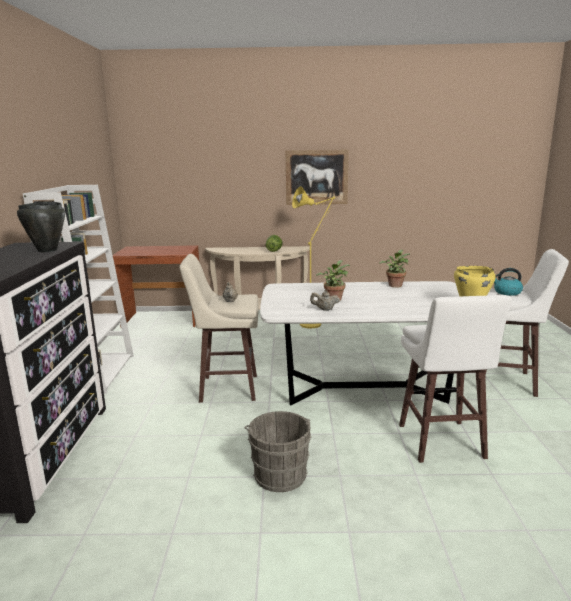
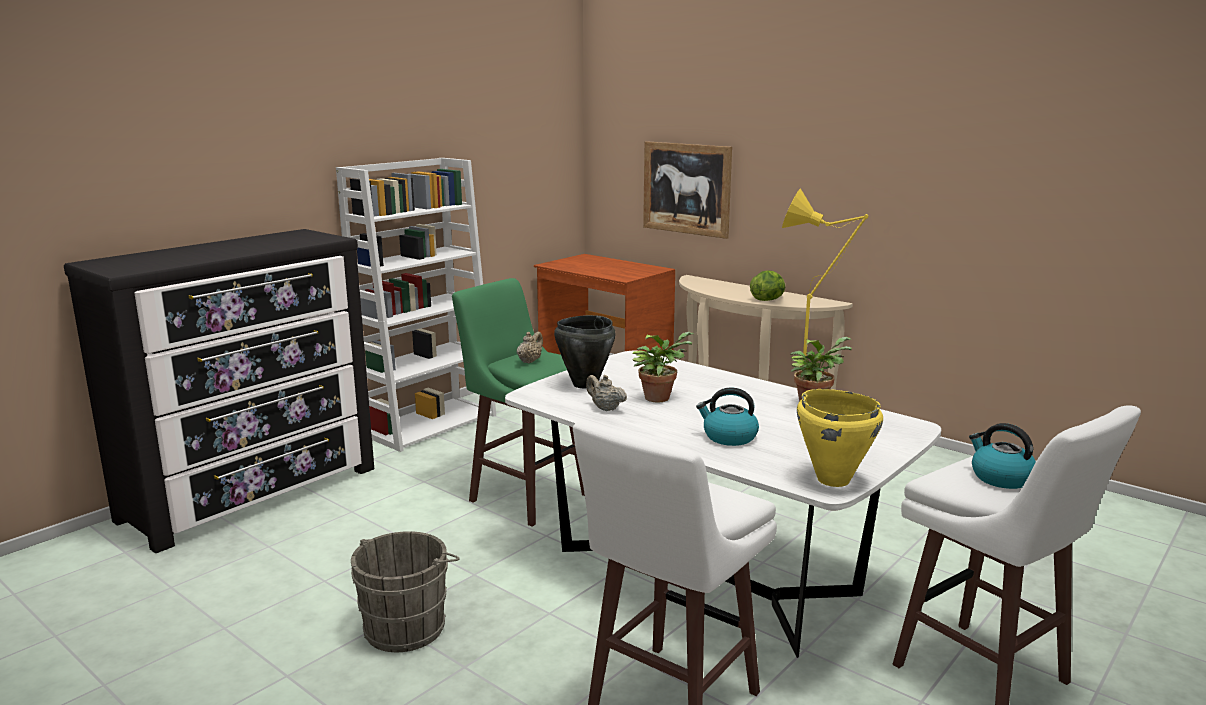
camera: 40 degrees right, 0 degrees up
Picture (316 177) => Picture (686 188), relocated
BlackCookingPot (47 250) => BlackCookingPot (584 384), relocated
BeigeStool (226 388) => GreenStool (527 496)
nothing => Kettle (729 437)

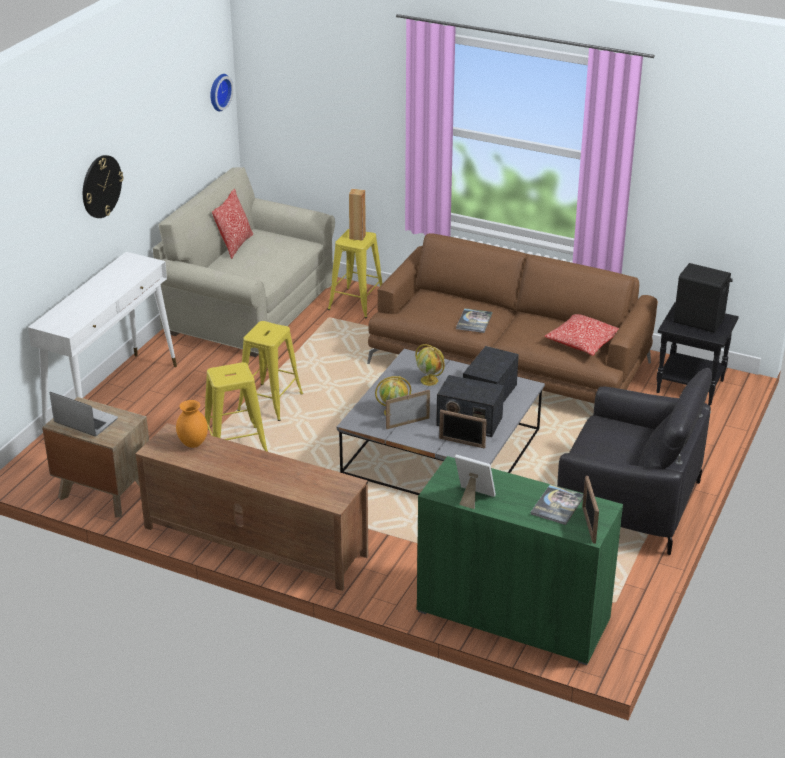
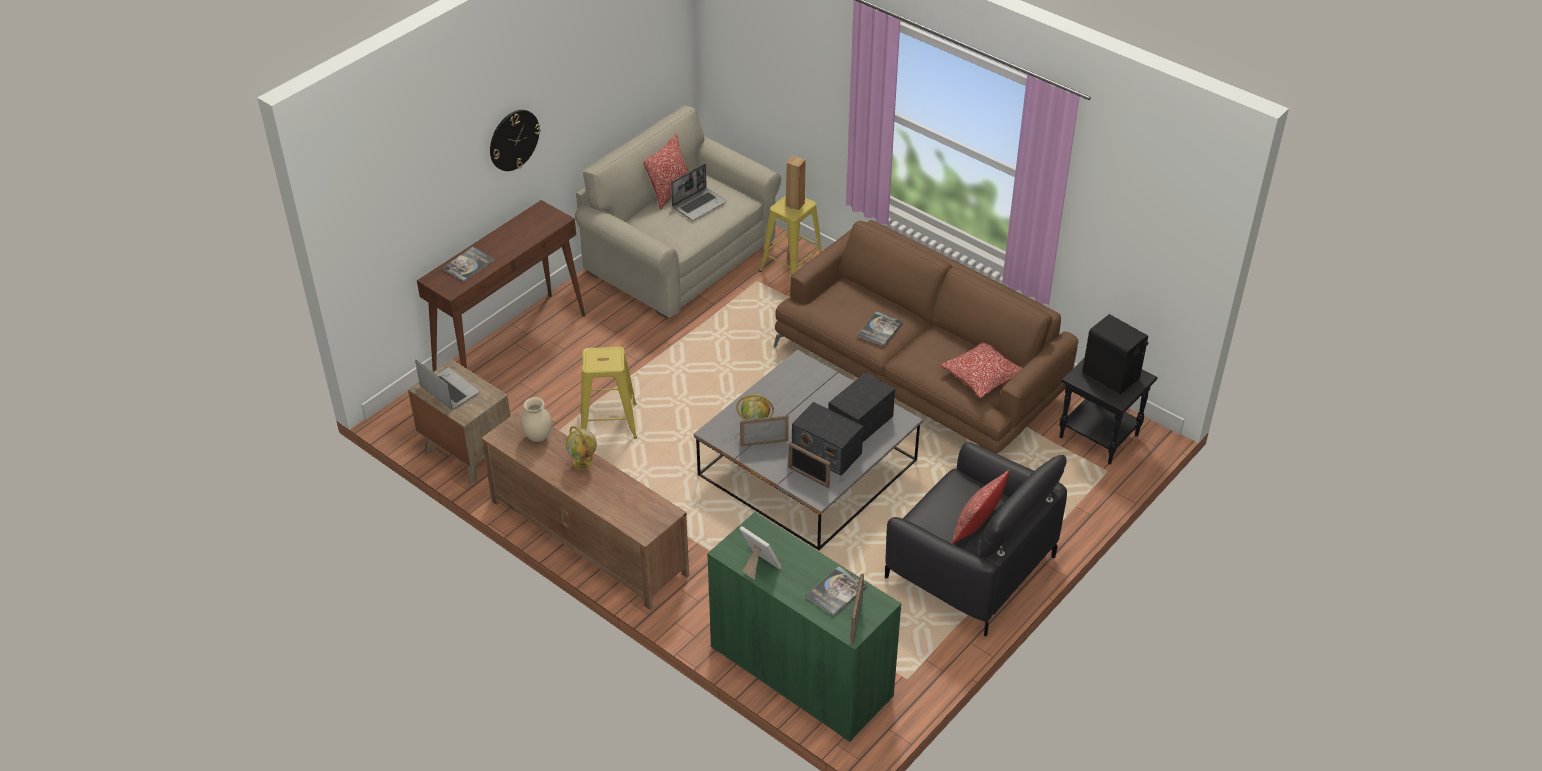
camera: 15 degrees right, 10 degrees up
WallClock (218 92) => nothing
WhiteConsoleTable (113 399) => BrownConsoleTable (511 344)
YellowStool (270 402) => nothing
Globe (430 381) => Globe (583 463), relocated
OrangeVase (193 444) => BeigeVase (538 437)
nothing => Laptop (699 204)
nothing => Book (468 265)
nothing => Pillow (976 528)

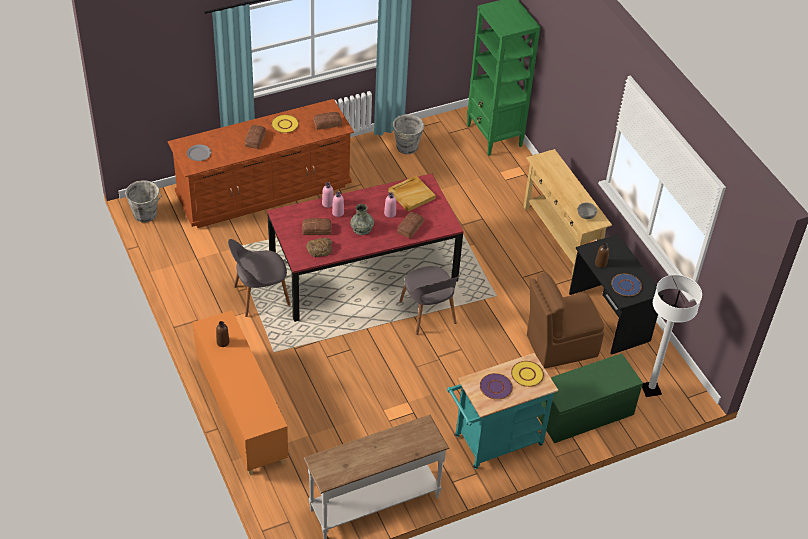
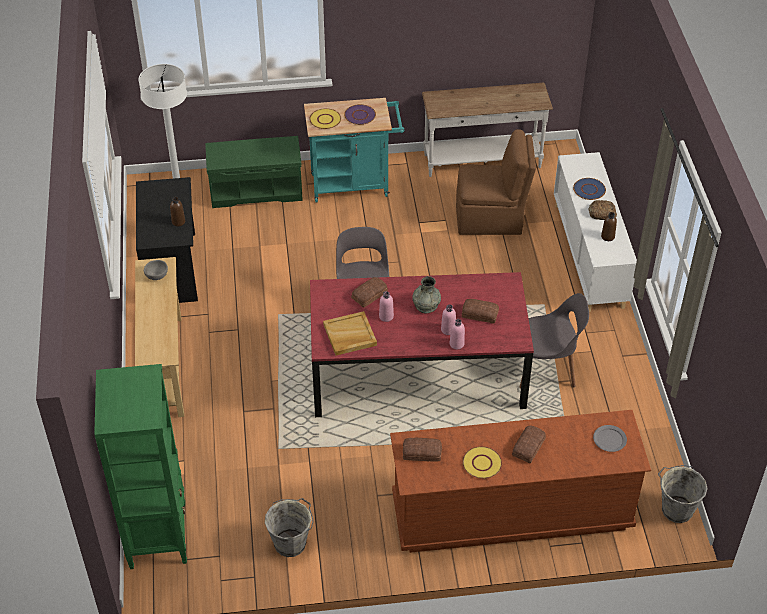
camera: 160 degrees left, 0 degrees up
Bread (319 249) => Bread (601 213), relocated
BrownChair (560 346) => BrownChair (491 218), relocated
BluePlate (626 285) => BluePlate (589 189), relocated
OrangeCabinet (241 412) => WhiteCabinet (589 255)

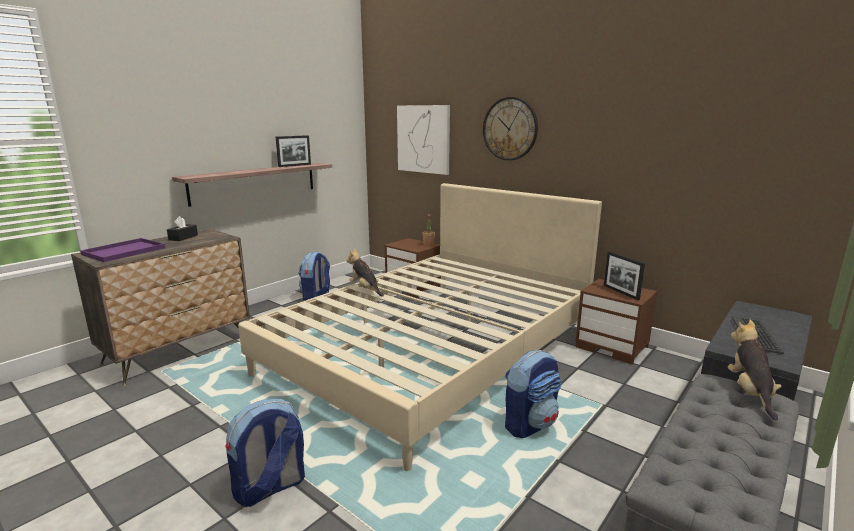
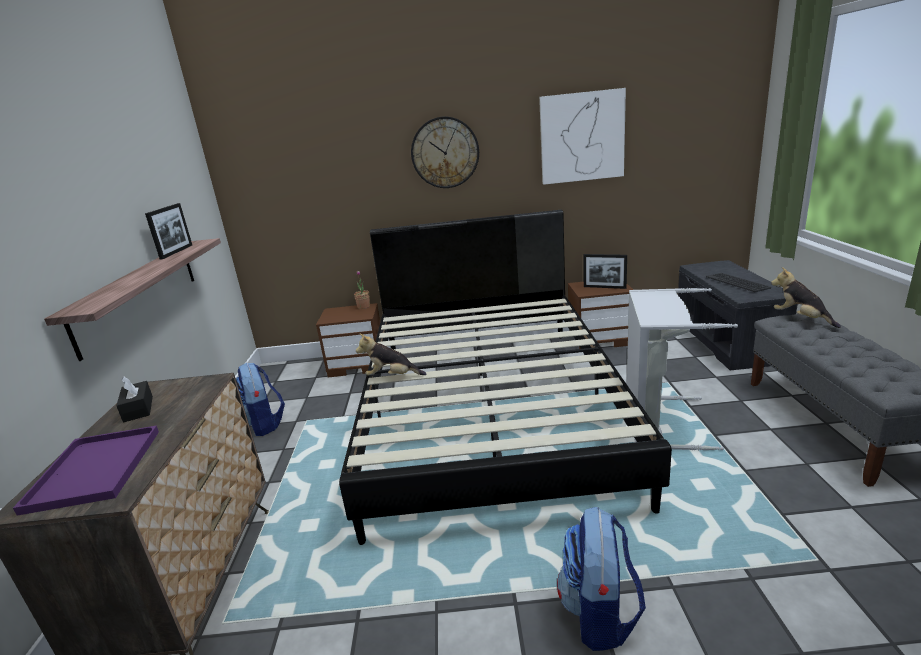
camera: 40 degrees left, 5 degrees up
Picture (423 139) => Picture (582 137), relocated
BeigeBed (433 351) => BlackBed (489 410)
Backpack (530 424) => GreyLaundryBasket (657 422)

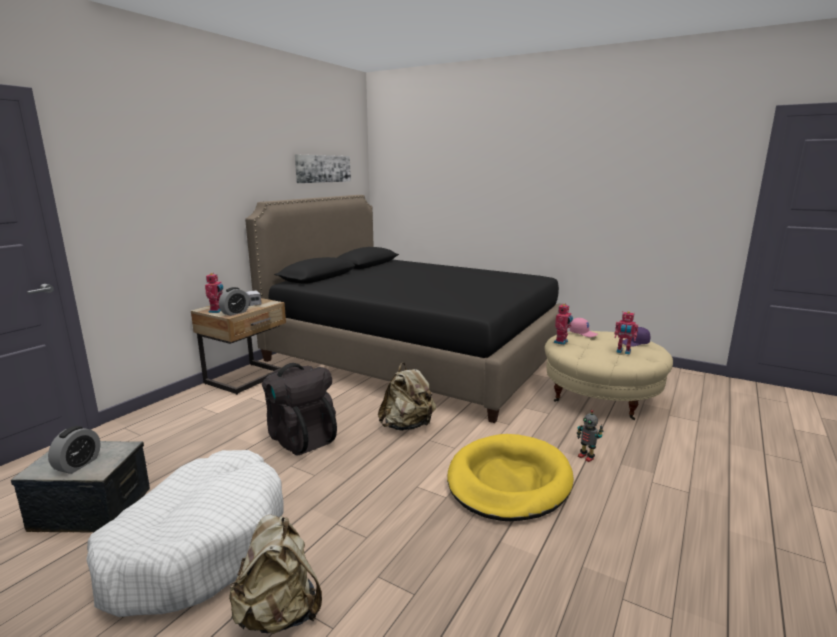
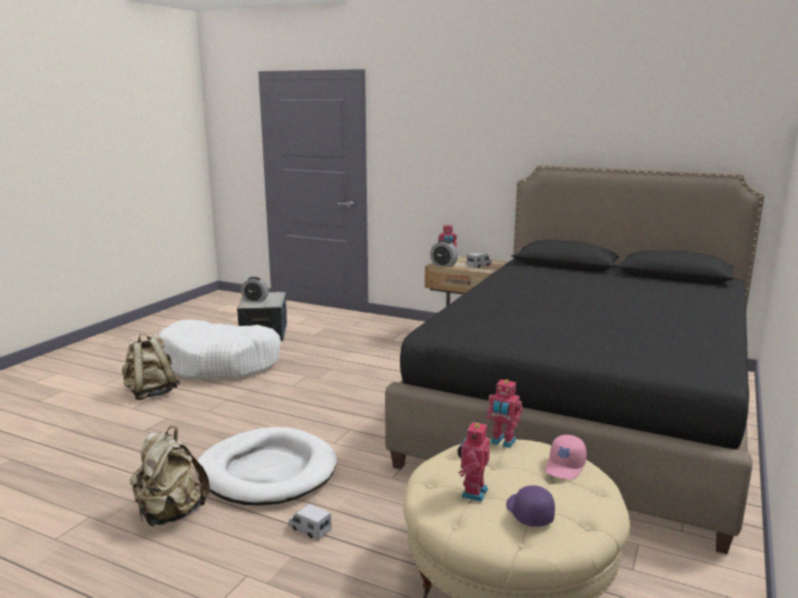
camera: 85 degrees right, 0 degrees up
Picture (323 168) => nothing
BeigeBackpack (407 426) => BeigeBackpack (170 514), relocated
BlackBackpack (301 438) => nothing
ToyRobot (586 457) => ToyTruck (309 529)
YellowDogBed (508 481) => WhiteDogBed (267 471)

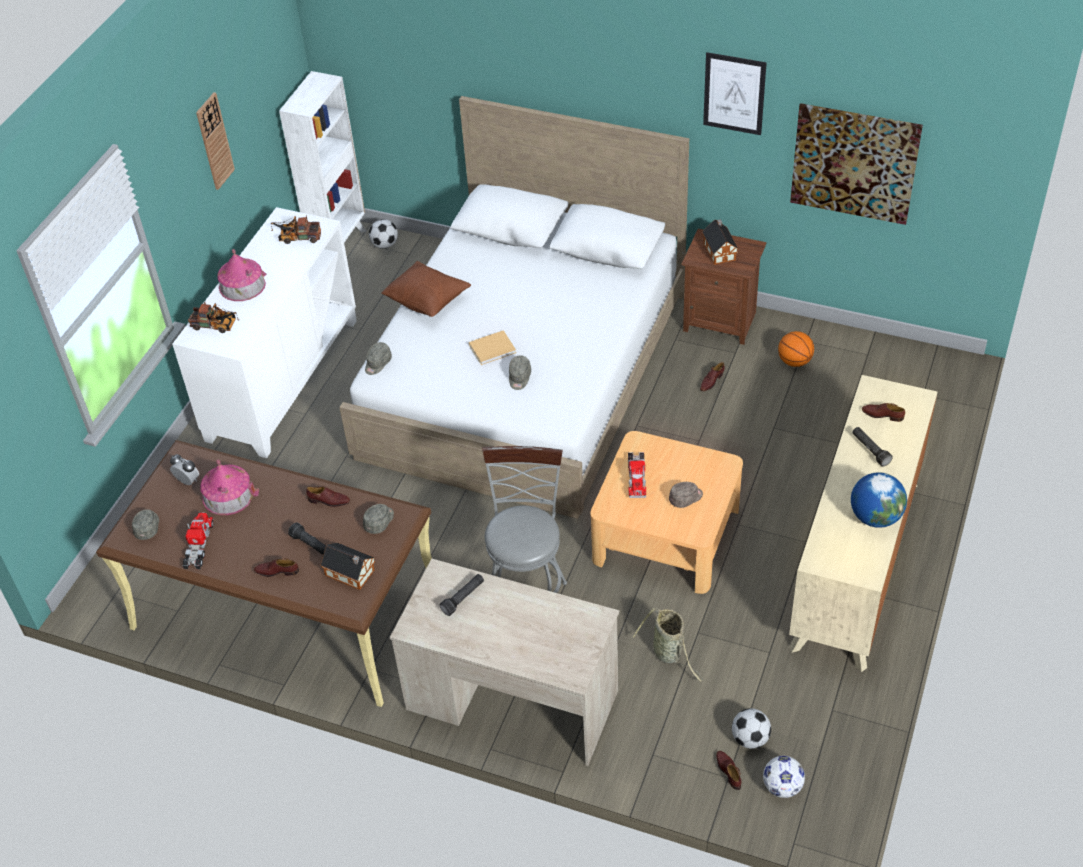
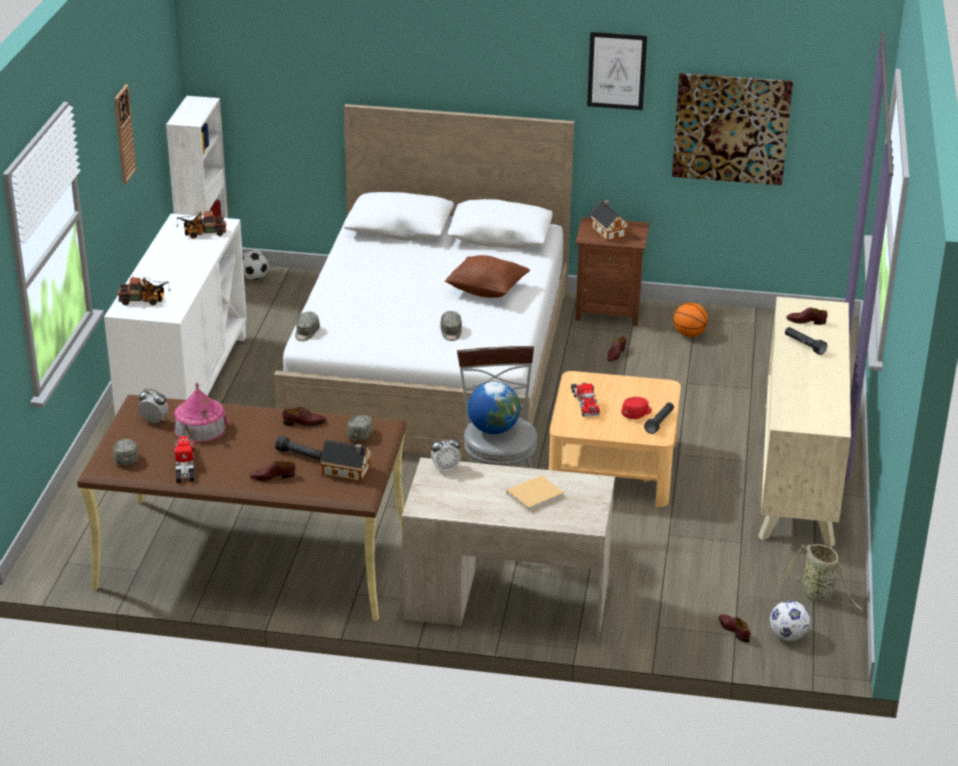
camera: 15 degrees left, 15 degrees down
ToyHouse (242 285) => nothing
BrownPillow (427 302) => BrownPillow (487 291), relocated
BeigeBook (493 348) => BeigeBook (536 495), relocated
Globe (875 517) => Globe (493 429), relocated
GreyCap (686 498) => RedCap (637 413)
BlackFlashlight (463 598) => BlackFlashlight (660 422), relocated
Basket (669 653) => Basket (819 595), relocated
Football (749 738) => nothing
nothing => AlarmClock (445 468)

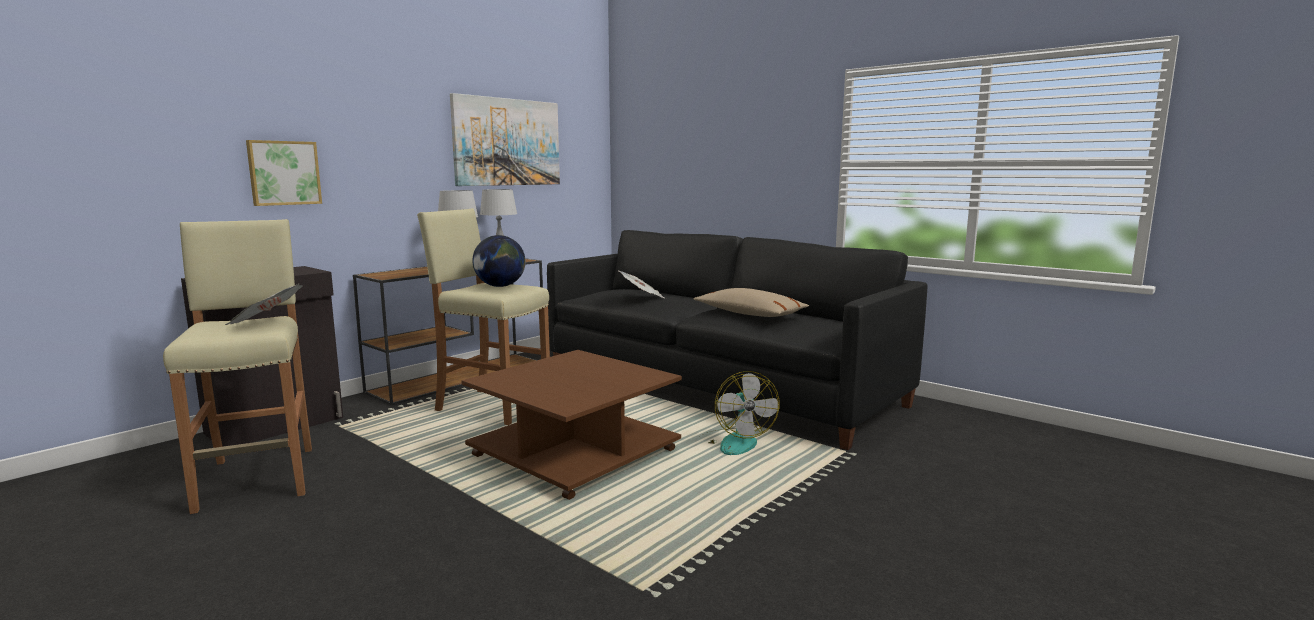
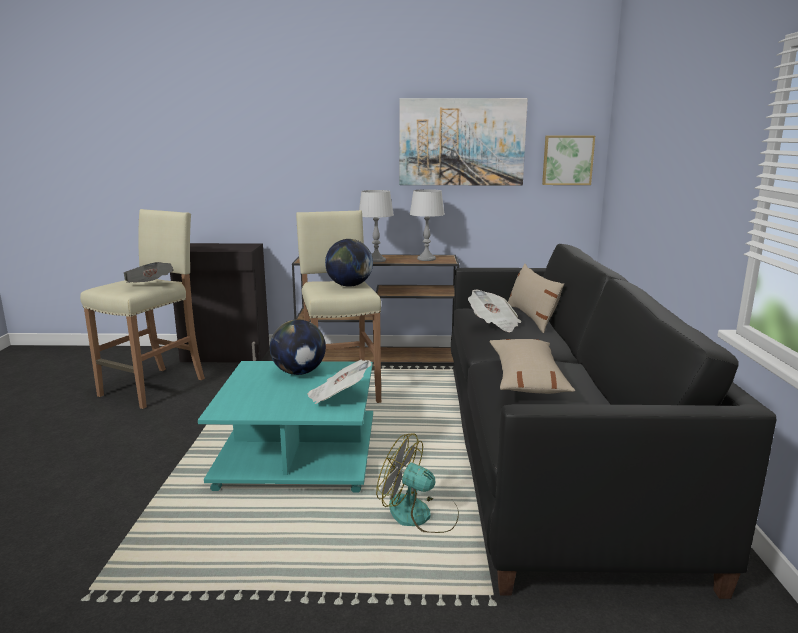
camera: 50 degrees right, 5 degrees up
Picture (284 173) => Picture (567 160), relocated
BrownCoffeeTable (577 453) => TurquoiseCoffeeTable (299 456)
Fan (734 442) => Fan (420 515), 75 degrees clockwise
nothing => BeigePillow (532 318)
nothing => Globe (299 372)
nothing => Newspaper (338 397)

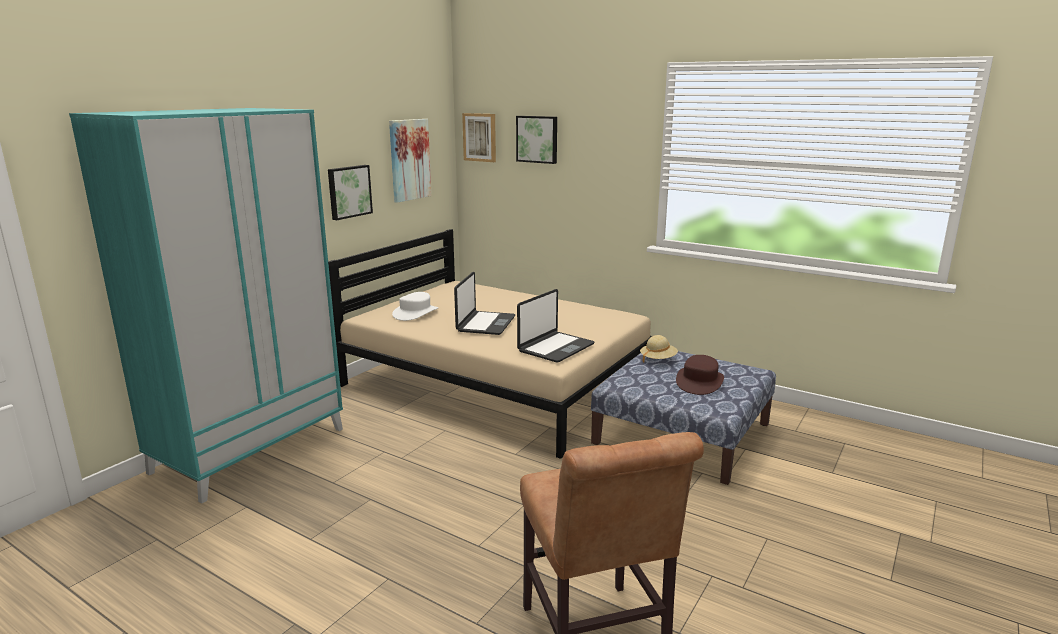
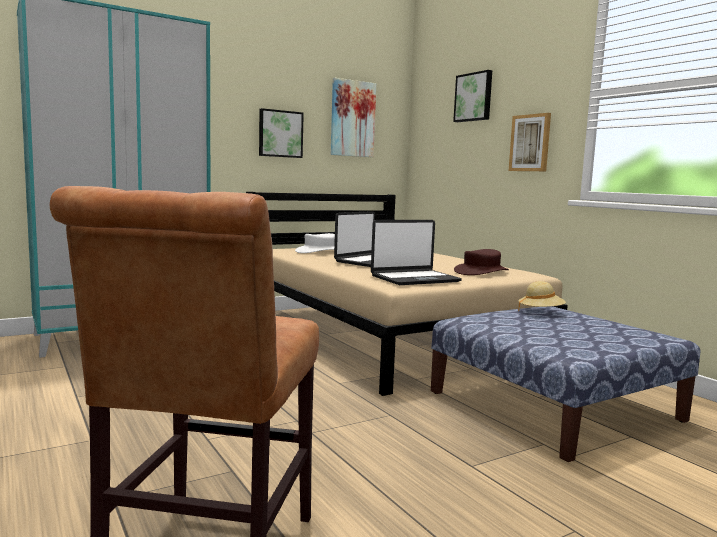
camera: 25 degrees right, 10 degrees down
Picture (480 137) => Picture (530 143), relocated
BrownHat (699 382) => BrownHat (481 272), relocated

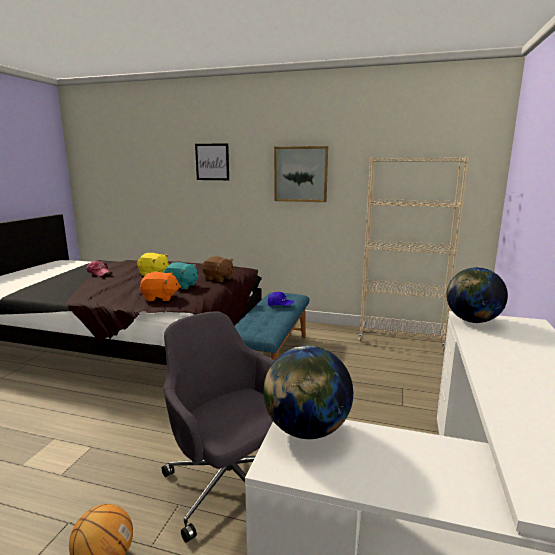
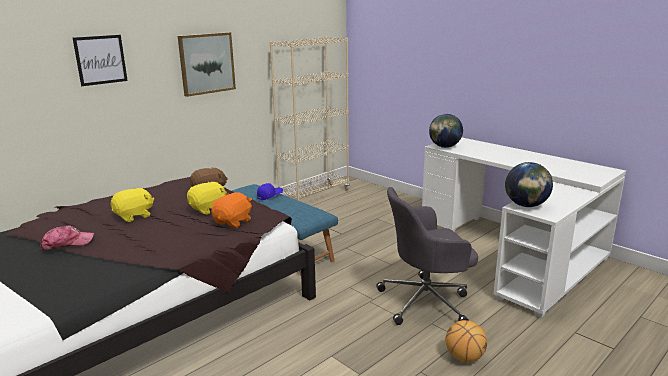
camera: 60 degrees left, 5 degrees up
TurquoisePlushToy (181 286) => YellowPlushToy (208 209)

